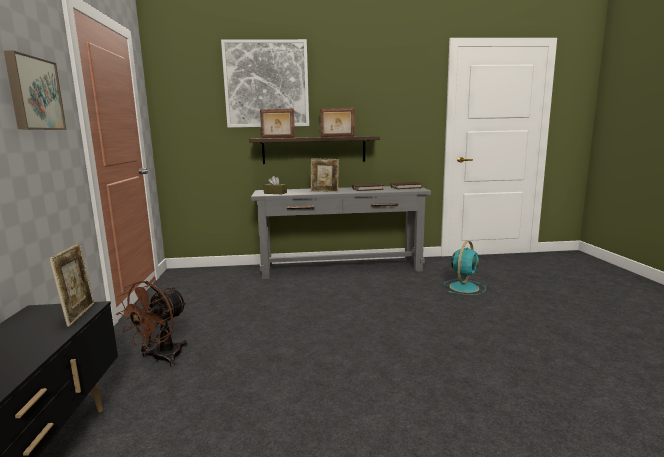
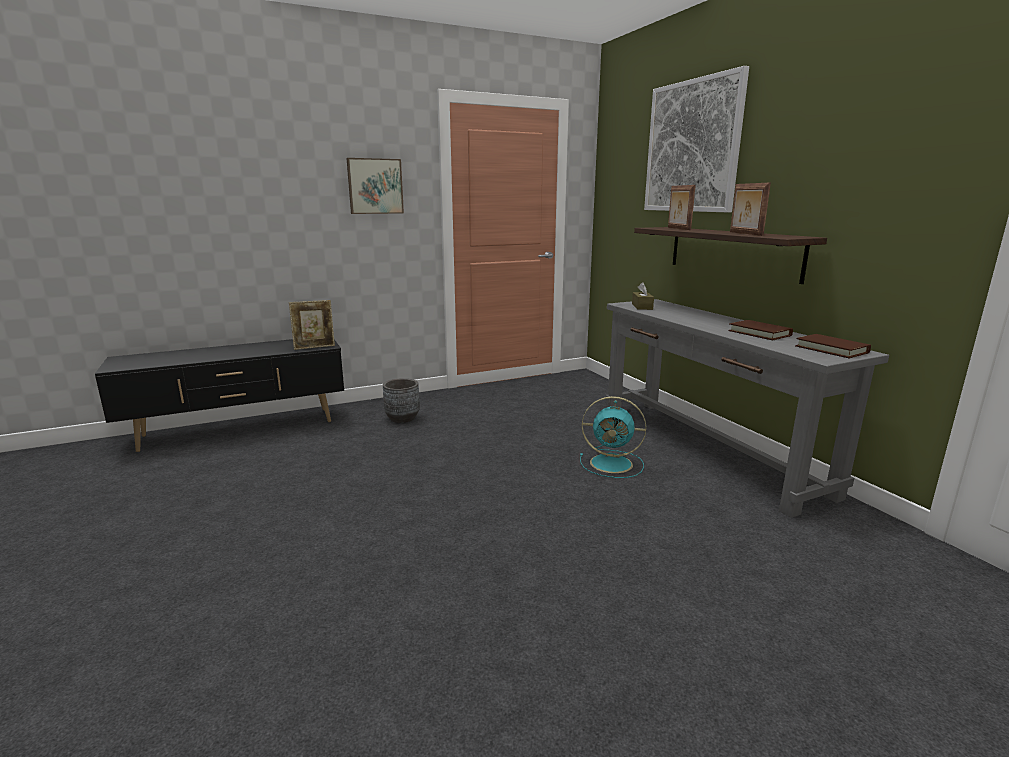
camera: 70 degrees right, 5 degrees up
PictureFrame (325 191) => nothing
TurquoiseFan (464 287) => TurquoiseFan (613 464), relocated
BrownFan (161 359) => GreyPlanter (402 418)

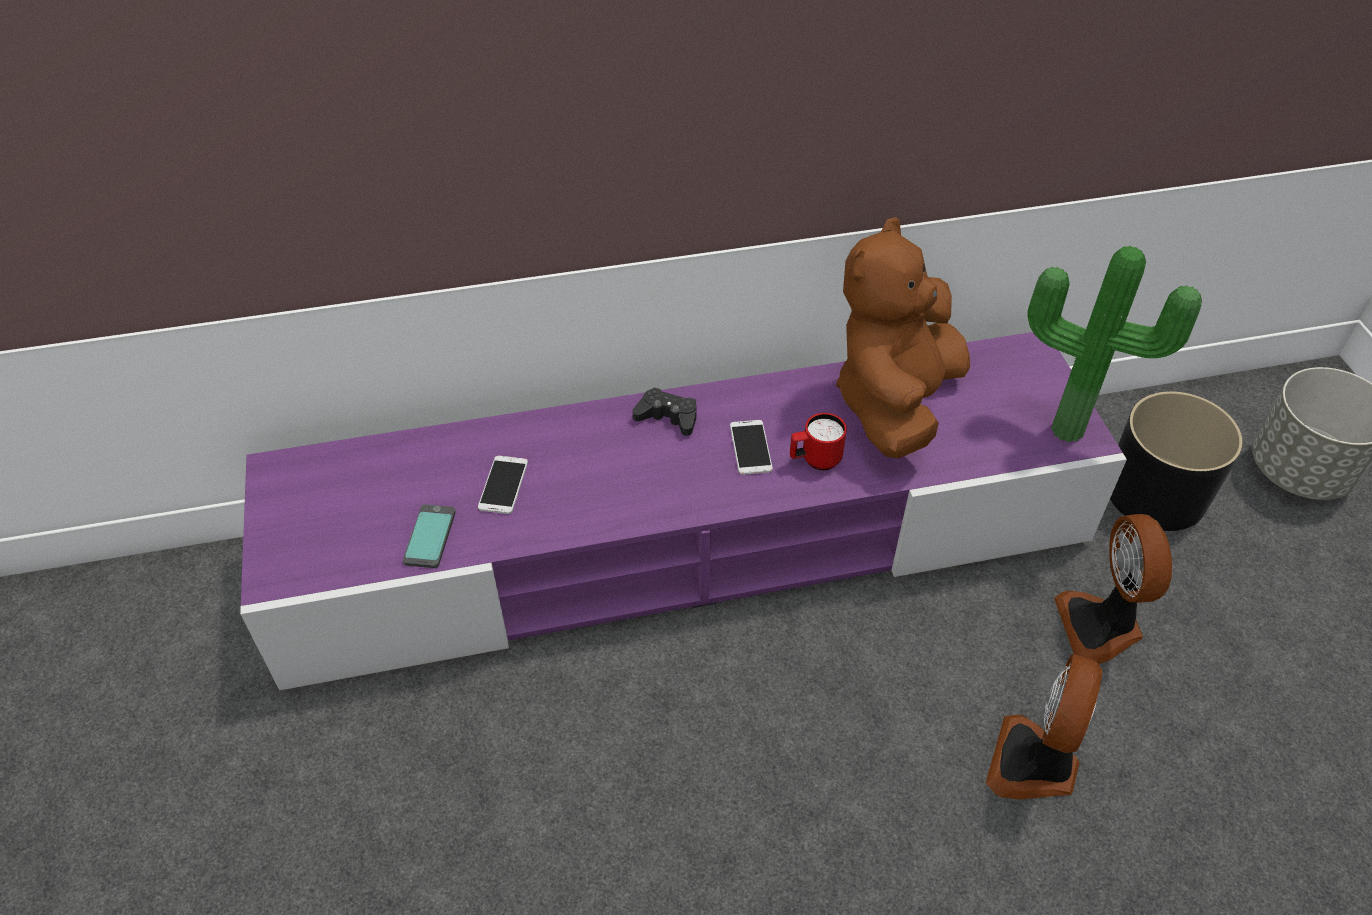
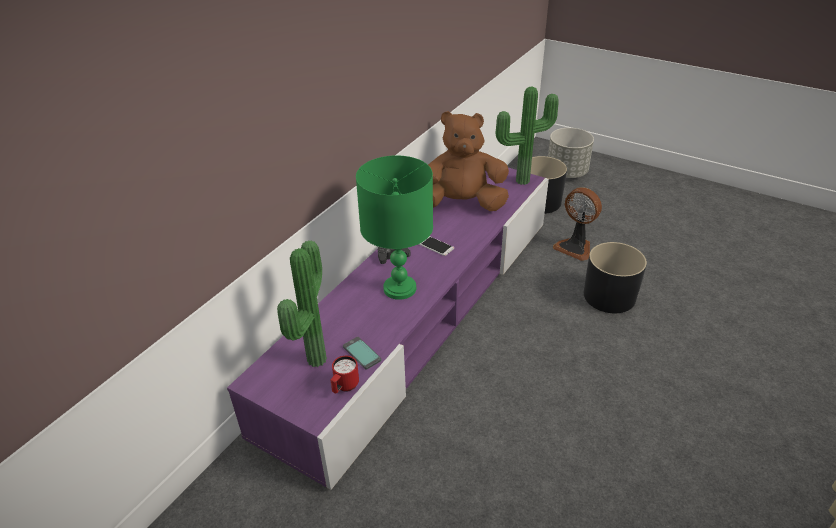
camera: 45 degrees left, 10 degrees down
BrownPlushToy (894 402) => BrownPlushToy (461 204), 105 degrees clockwise
RedMug (815 460) => RedMug (344 387), relocated
Phone (503 485) => nothing
Fan (1034 764) => BlackPlanter (609 296)
nothing => GreenTableLamp (399 288)
nothing => PottedPlant (313 359)

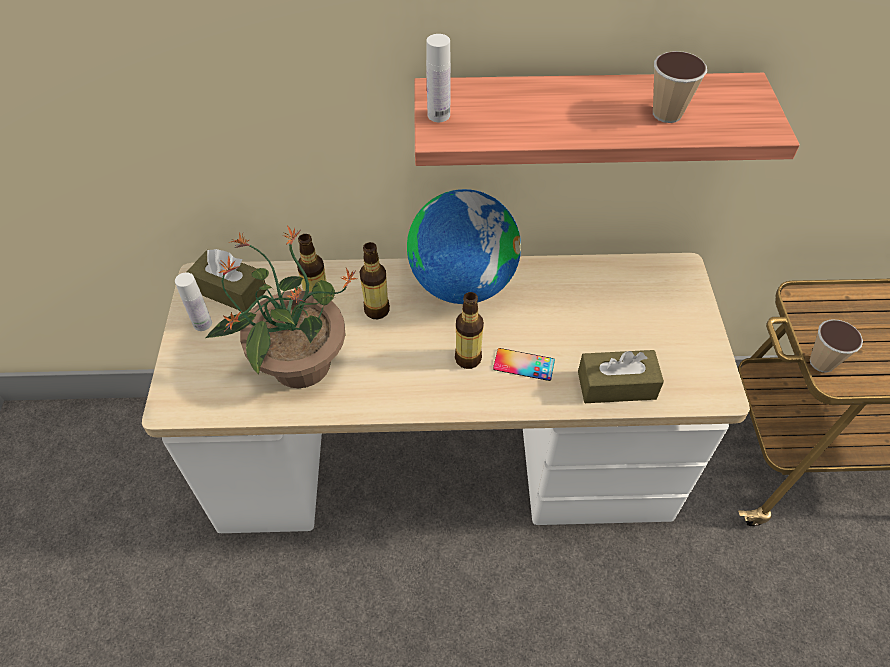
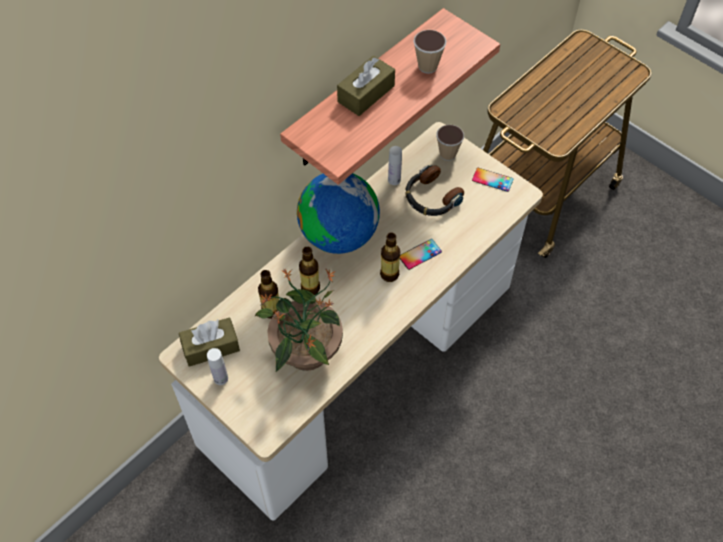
camera: 45 degrees left, 5 degrees up
WhiteBottle (438 115) => WhiteBottle (394 180), relocated
Cup (821 362) => Cup (447 154), relocated
BrownTissueBox (616 385) => BrownTissueBox (366 94), relocated
nothing => Headphones (431 197)
nothing => Phone (492 180)

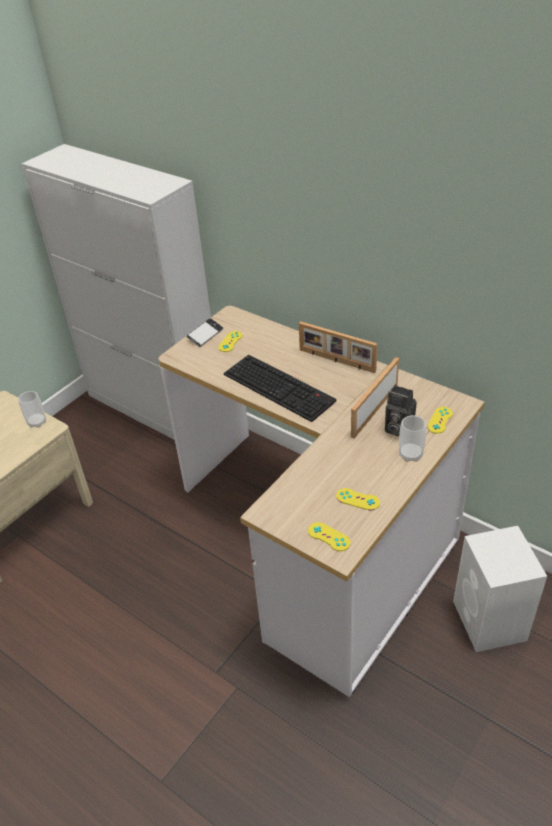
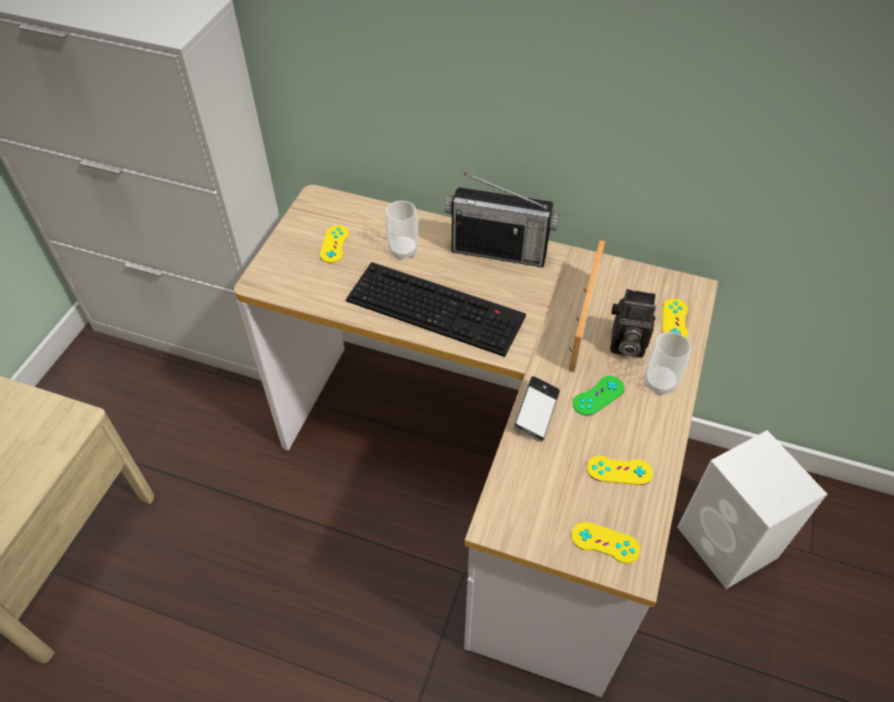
camera: 20 degrees left, 10 degrees up
Phone (205 335) => Phone (536 412), relocated
PictureFrame (336 361) => Radio (499 251)
Cup (37 422) => Cup (403 250), relocated
nothing => GreenGameController (598 396)

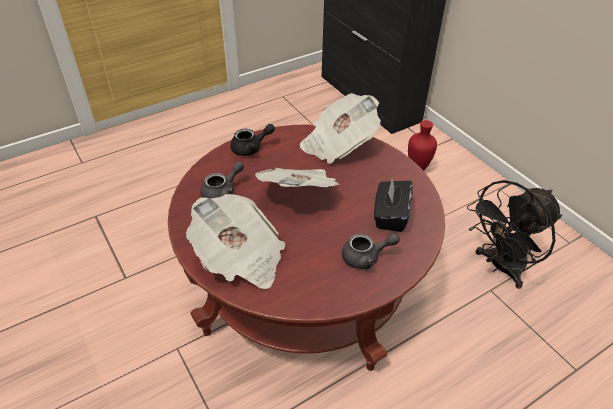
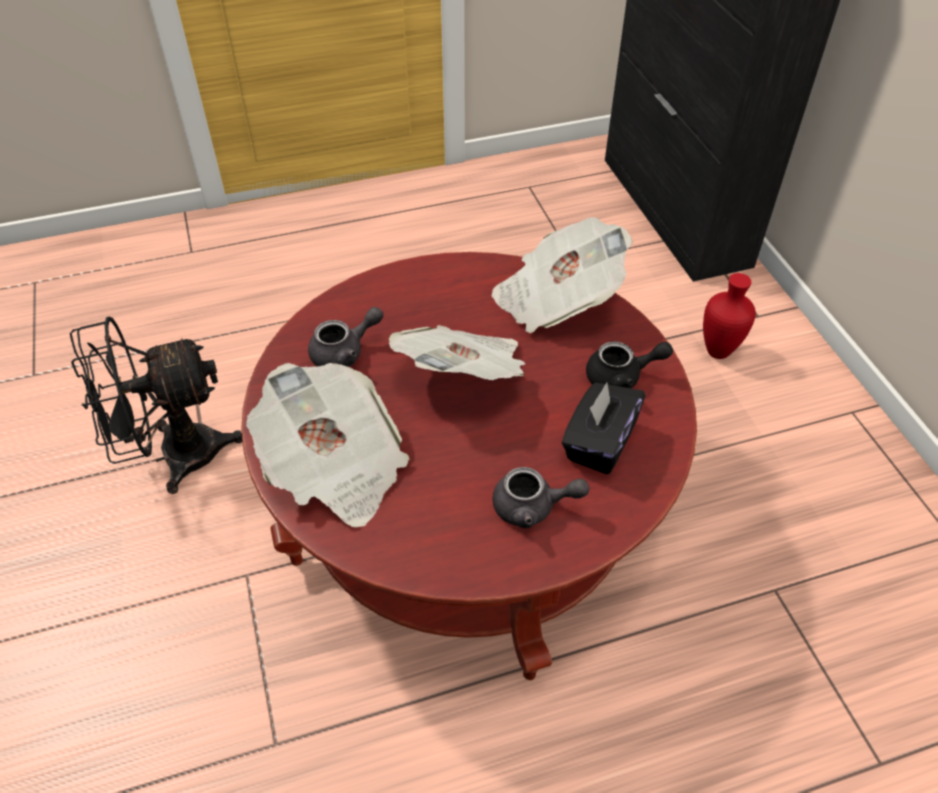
camera: 15 degrees right, 5 degrees up
BlackTeapot (251 148) => BlackTeapot (621 377), relocated
BlackFan (500 267) => BlackFan (174 456), relocated

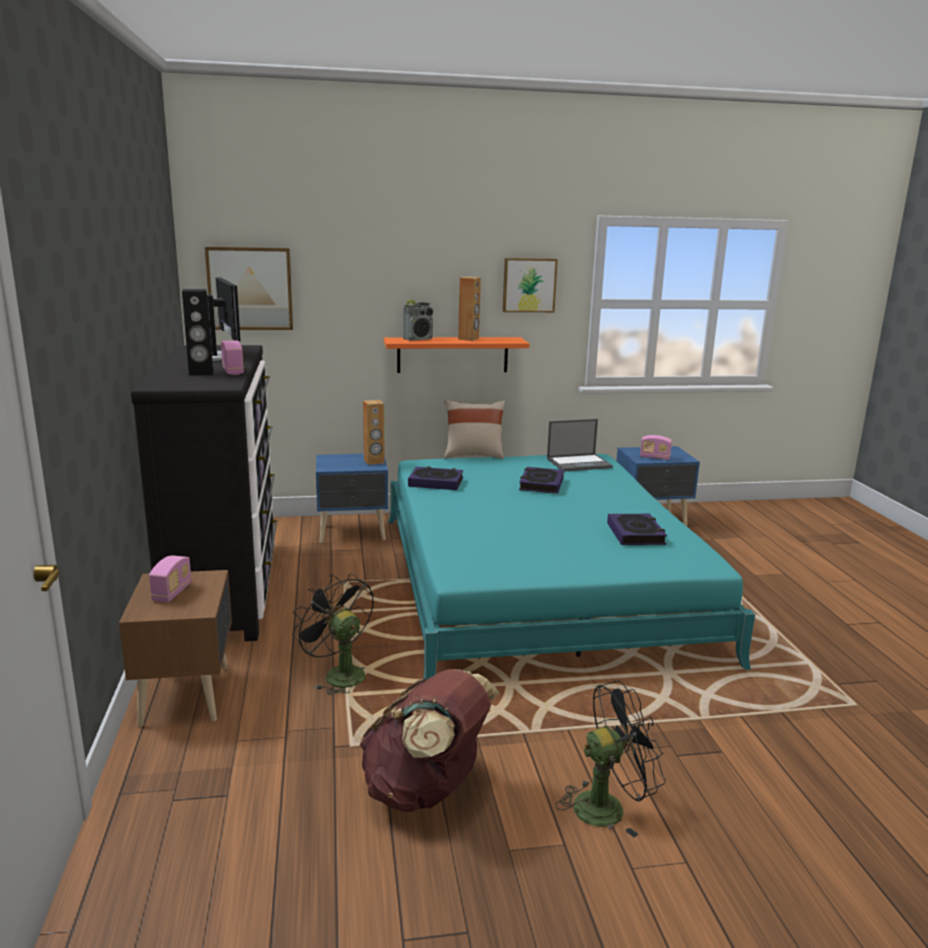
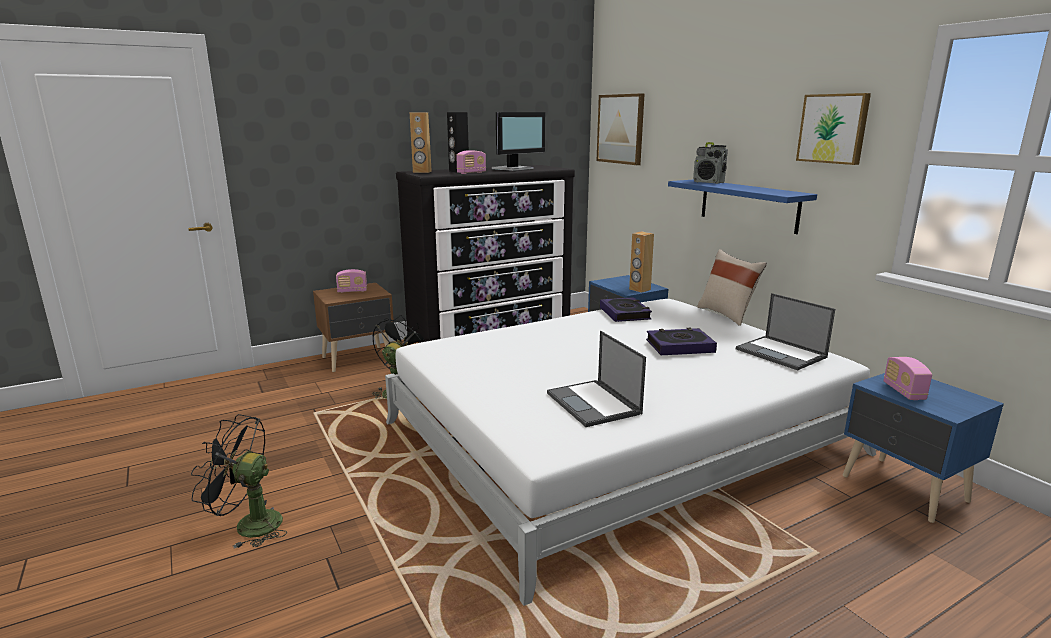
camera: 70 degrees right, 0 degrees up
BrownSpeaker (469 339) => BrownSpeaker (422 172), relocated
OrangeShelf (452 354) => BlueShelf (748 205)
TurquoiseBed (536 583) => WhiteBed (618 438)
Book (636 534) => Laptop (594 404)
BrownBackpack (426 790) => nothing
BlackFan (608 806) => BlackFan (248 525), 135 degrees clockwise

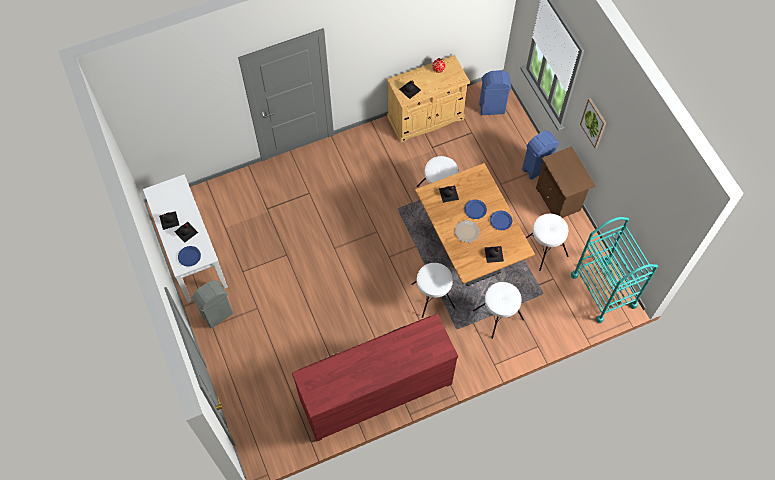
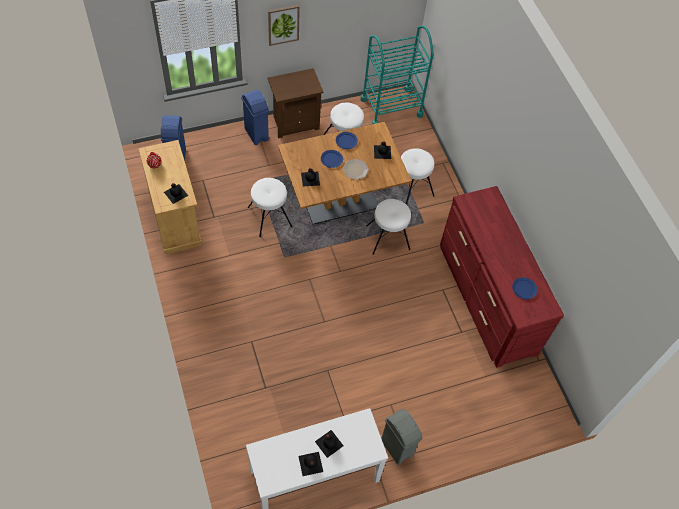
camera: 90 degrees left, 5 degrees down
BluePlate (189 257) => BluePlate (524 289), relocated

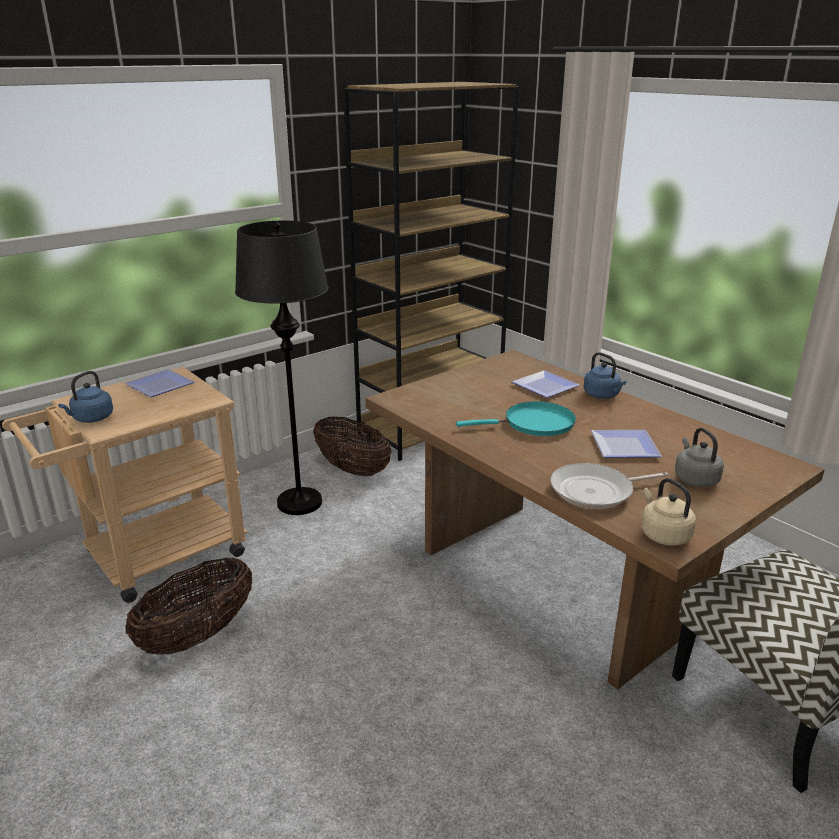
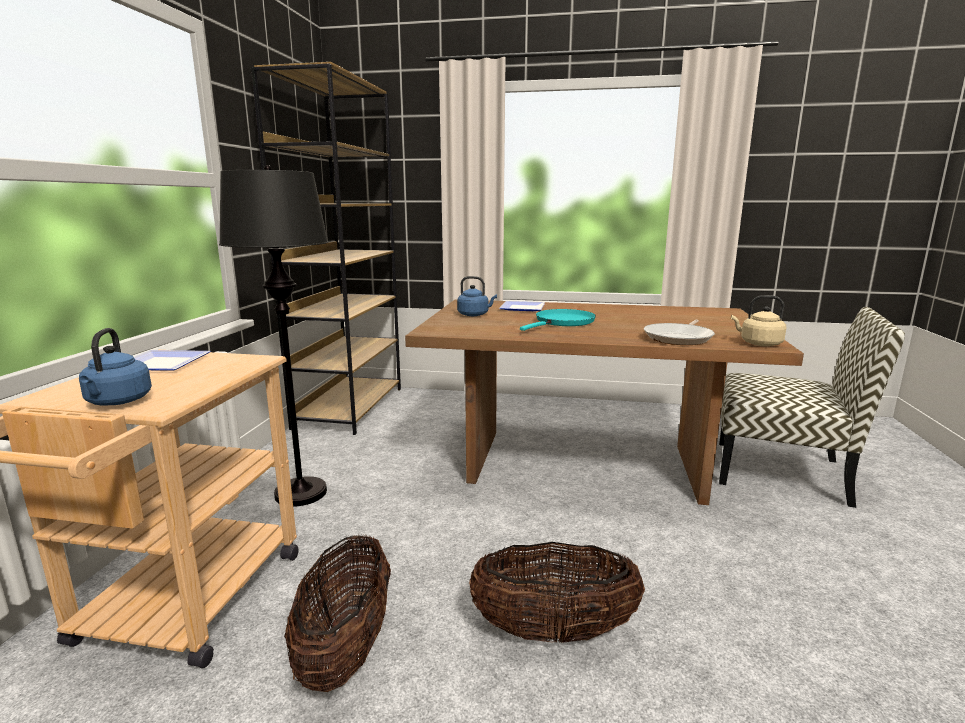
camera: 40 degrees left, 10 degrees down
BlueKettle (602 395) => BlueKettle (475 315), relocated
Basket (352 469) => Basket (554 631), relocated
GreyKettle (695 478) => nothing
Plate (626 446) => nothing

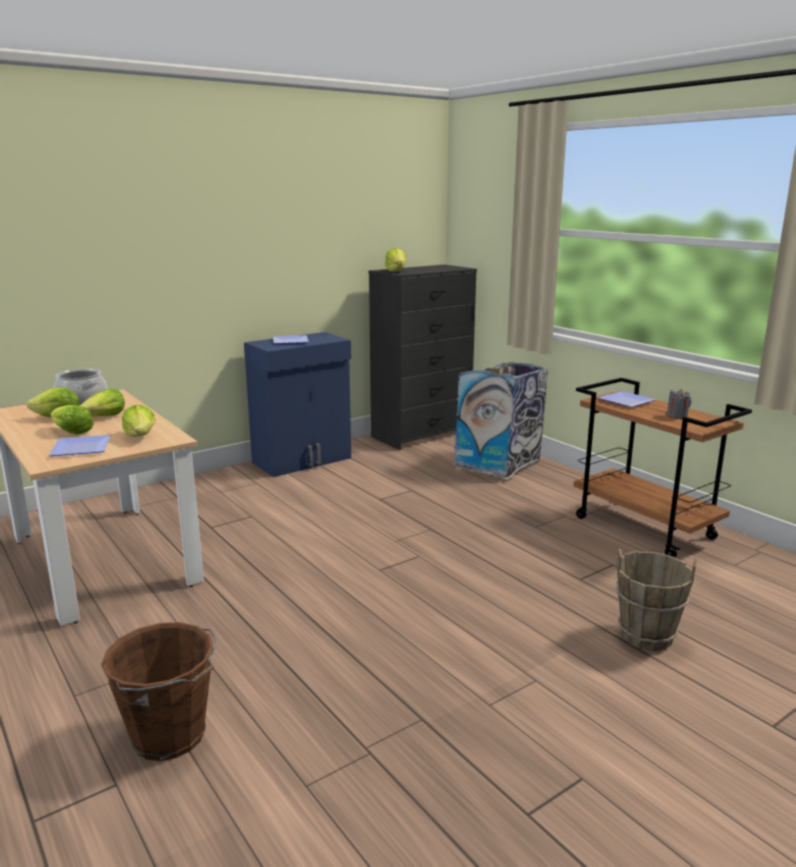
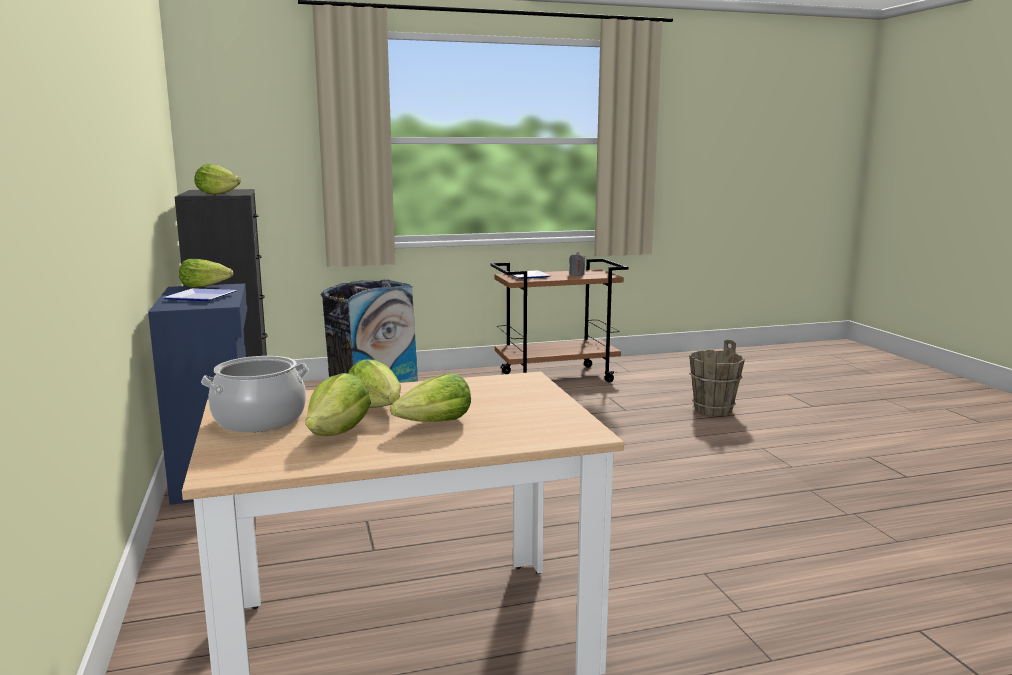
camera: 70 degrees left, 5 degrees down
Lettuce (141 436) => Lettuce (205 286), relocated
Plate (83 449) => nothing
BrownBucket (170 737) => nothing

